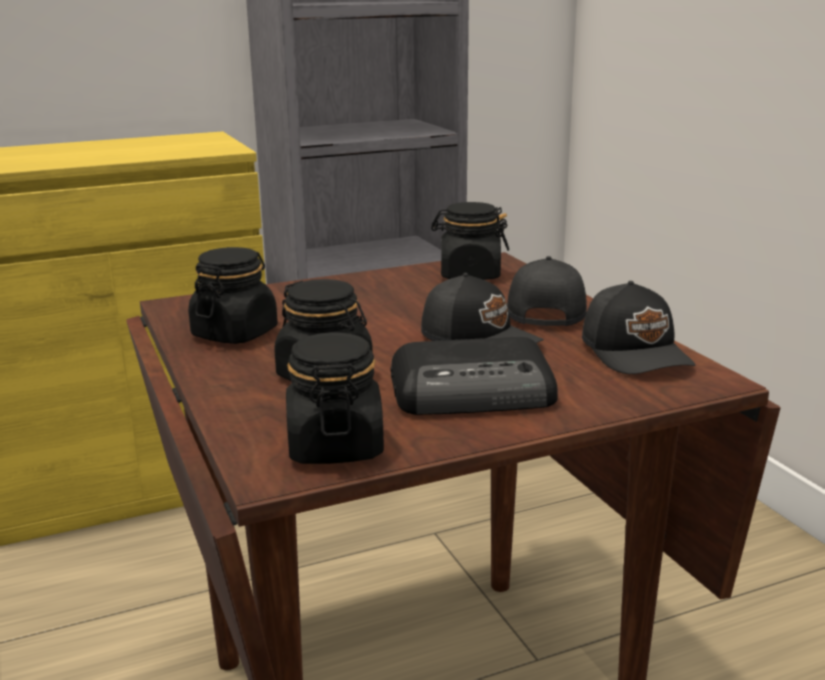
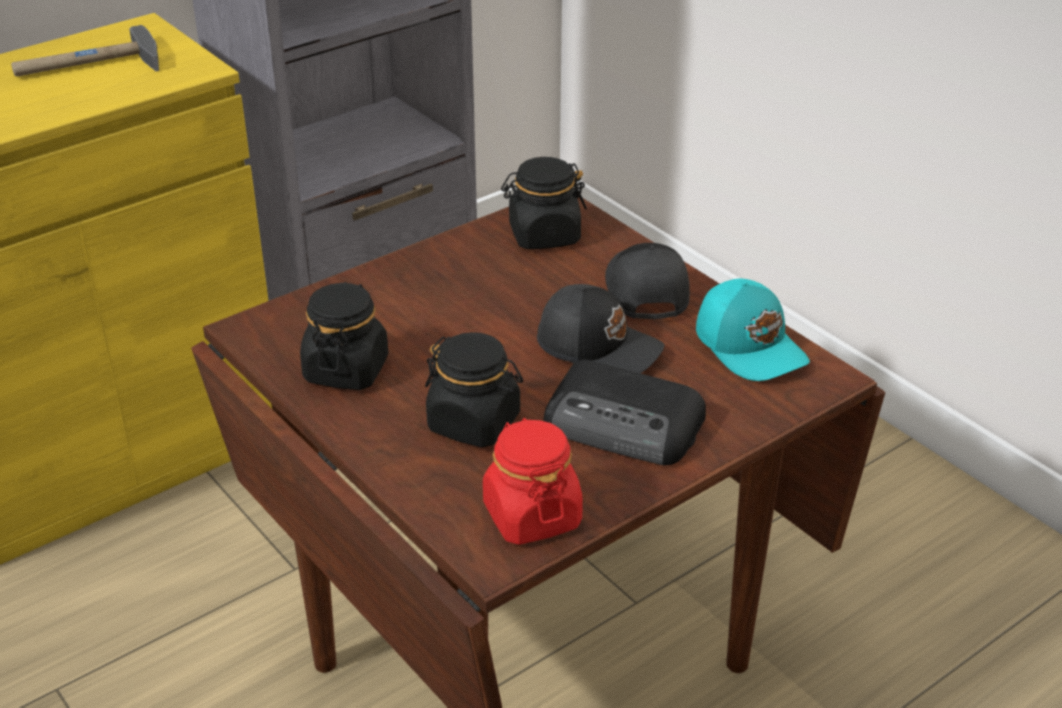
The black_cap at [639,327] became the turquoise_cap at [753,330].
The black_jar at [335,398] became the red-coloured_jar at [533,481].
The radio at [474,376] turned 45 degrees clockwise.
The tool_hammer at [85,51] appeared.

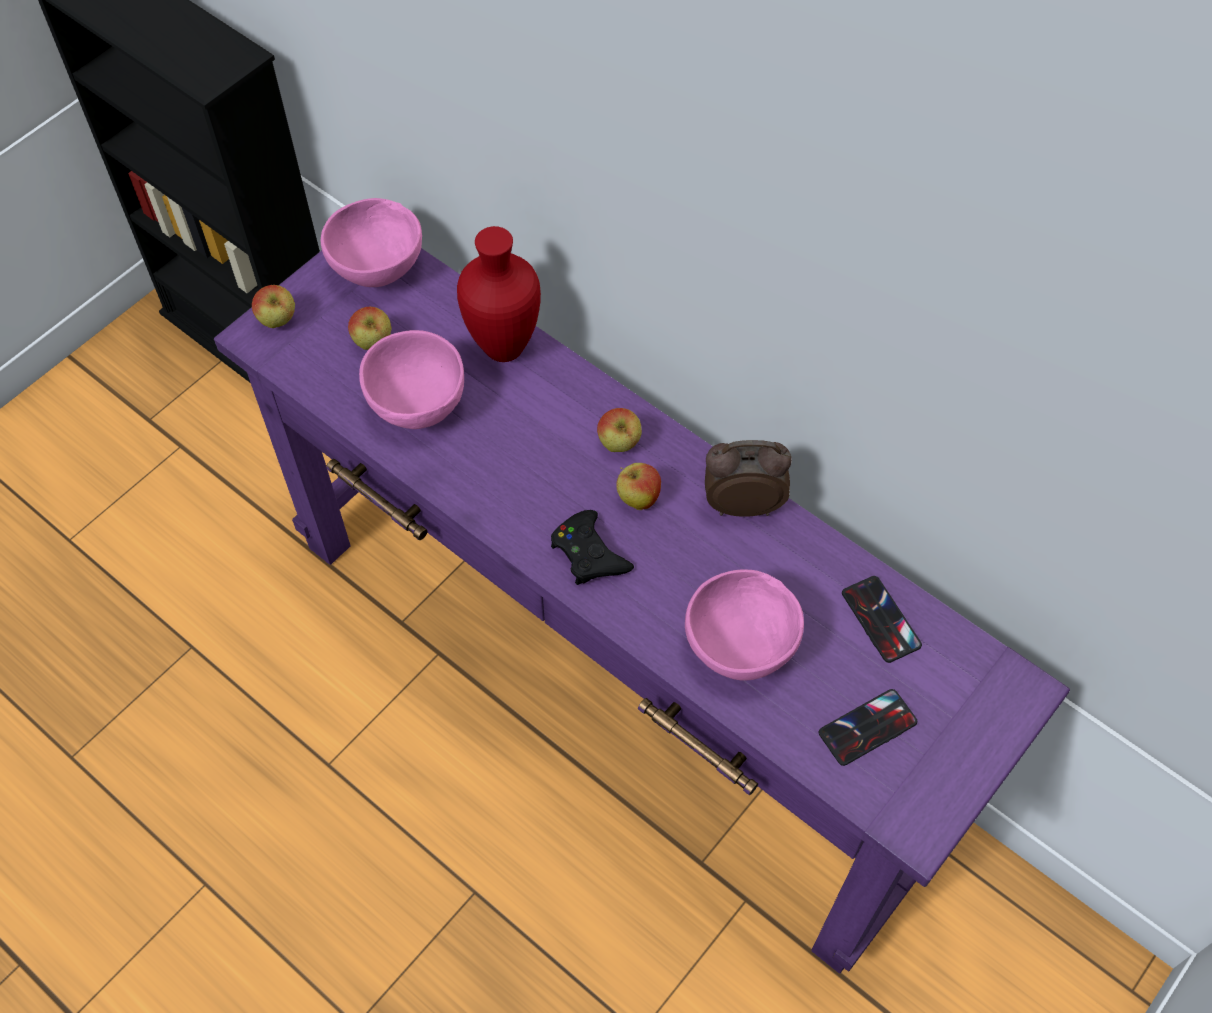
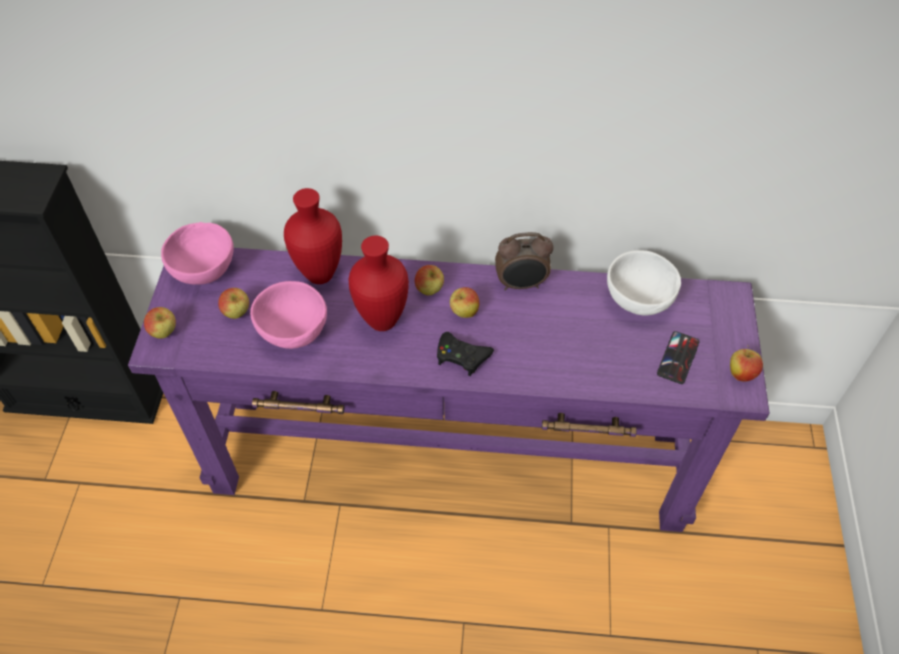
The table_clock at [748,478] turned 150 degrees counterclockwise.
The pink-coloured_serving_bowl at [744,624] disappeared.
The telephone at [882,619] was replaced by the white-coloured_serving_bowl at [644,283].
The red-coloured_flower_vase at [379,283] appeared.
The apple at [746,363] appeared.

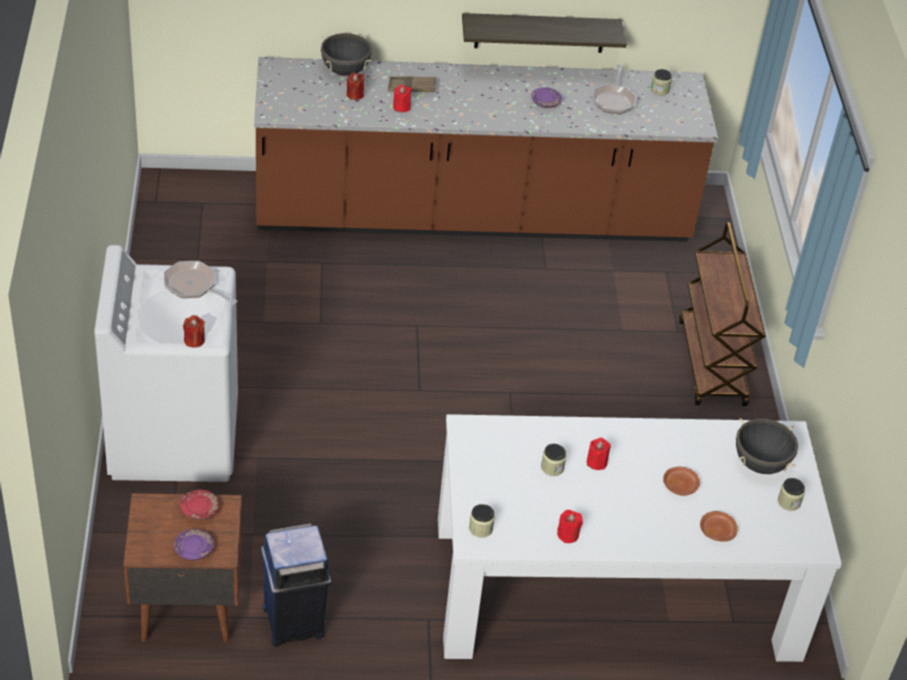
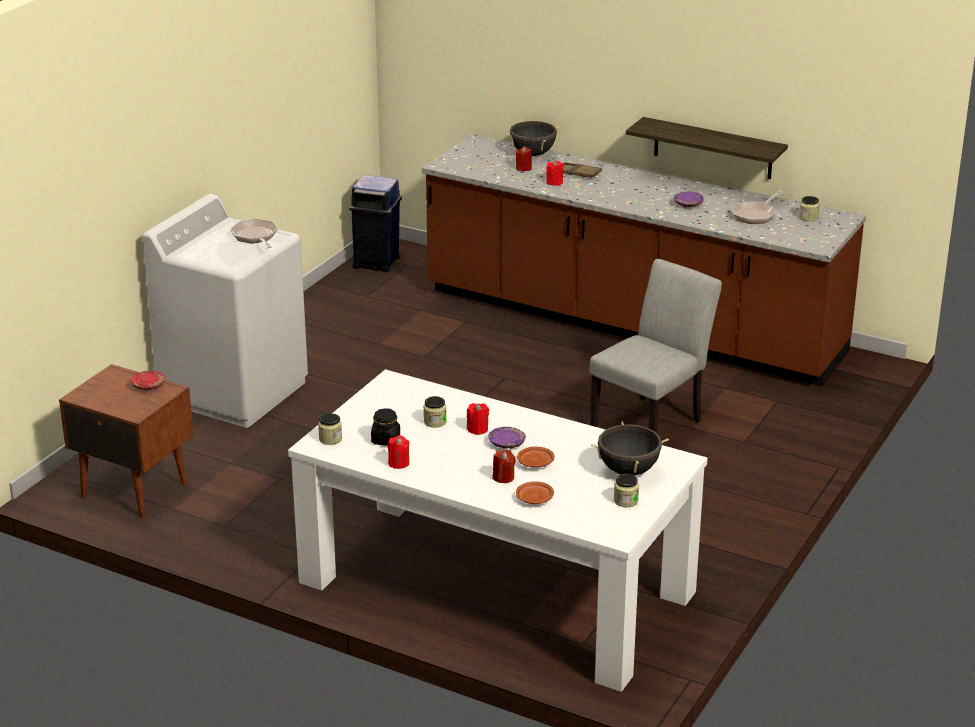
The brown-coloured_wheeled_cart at [722,314] disappeared.
The red-coloured_candle moved from [194,331] to [504,466].
The blue_waste_bin moved from [296,585] to [375,223].
The purple_plate moved from [193,545] to [507,437].
The greyish_chair at [655,346] appeared.
The black_jar at [385,427] appeared.

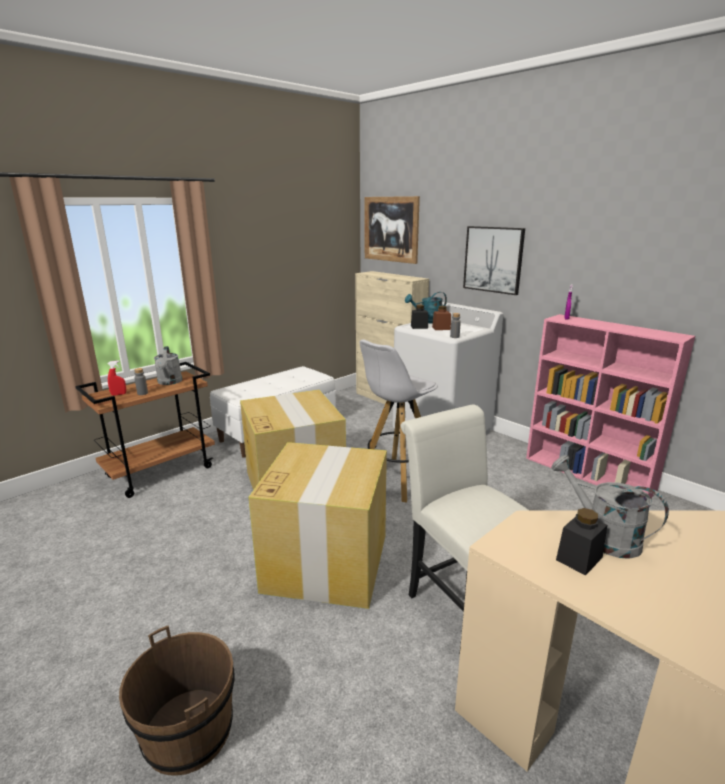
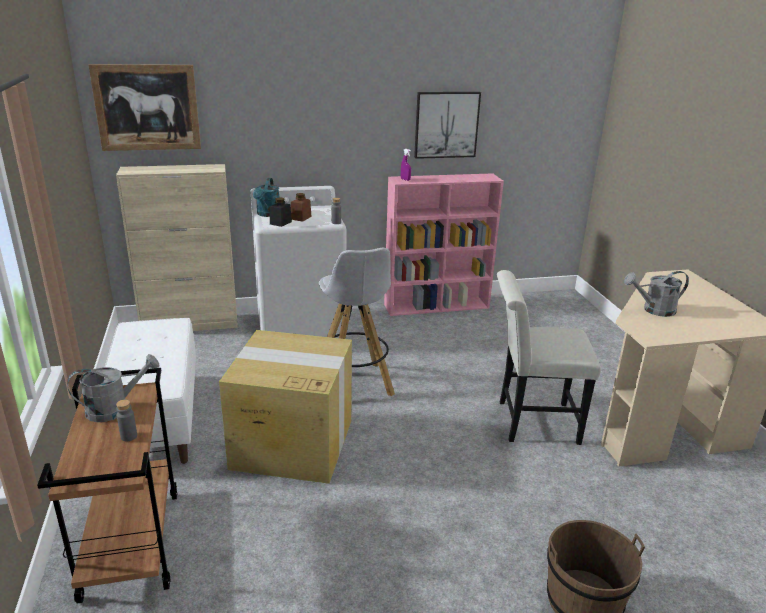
The picture moved from [494,260] to [447,125].
The greyish_watering_pot at [168,365] turned 45 degrees counterclockwise.
The red-coloured_spray_bottle at [116,378] disappeared.
The packing_box at [317,525] disappeared.
The black_jar at [581,542] disappeared.

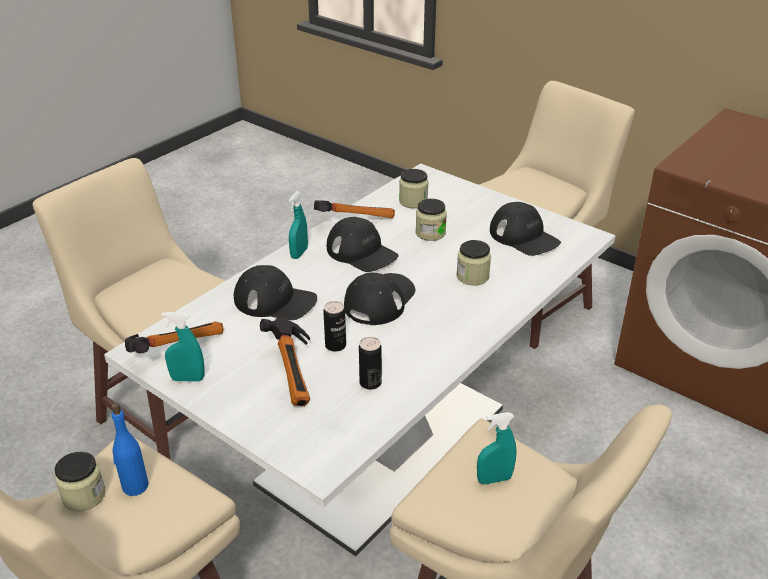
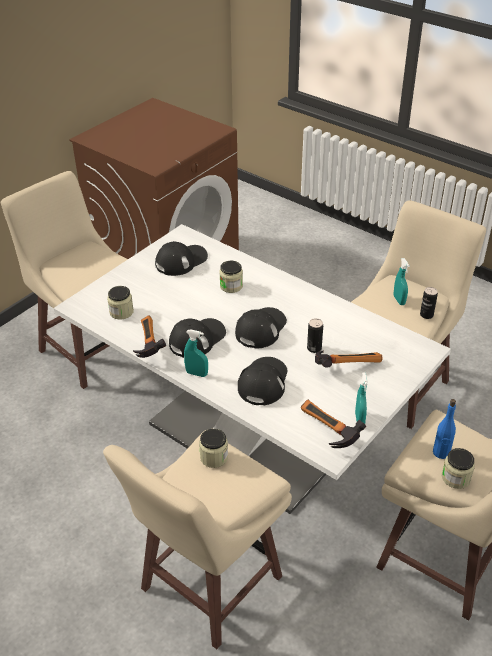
The jar moved from [431,220] to [213,448].
The black_cap at [379,299] turned 90 degrees clockwise.
The metal_can moved from [370,363] to [429,303].

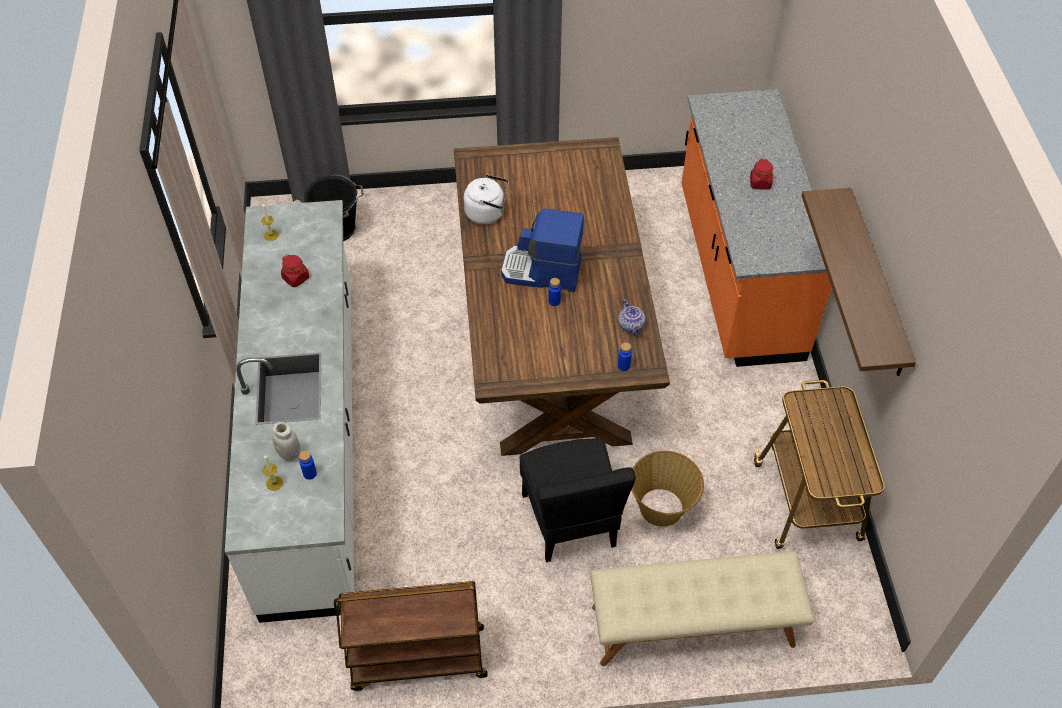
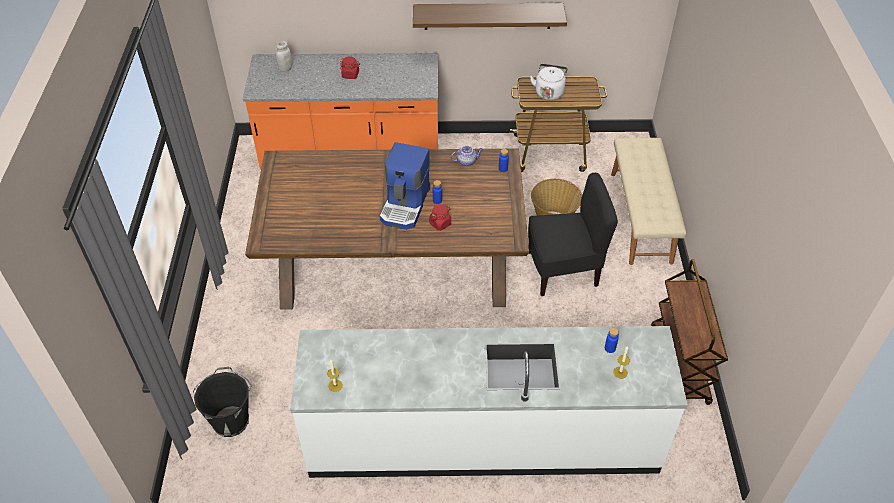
The white-coloured_kettle moved from [486,199] to [549,82].
The red-coloured_jar moved from [295,270] to [440,217].
The white-coloured_jar moved from [286,441] to [284,56].

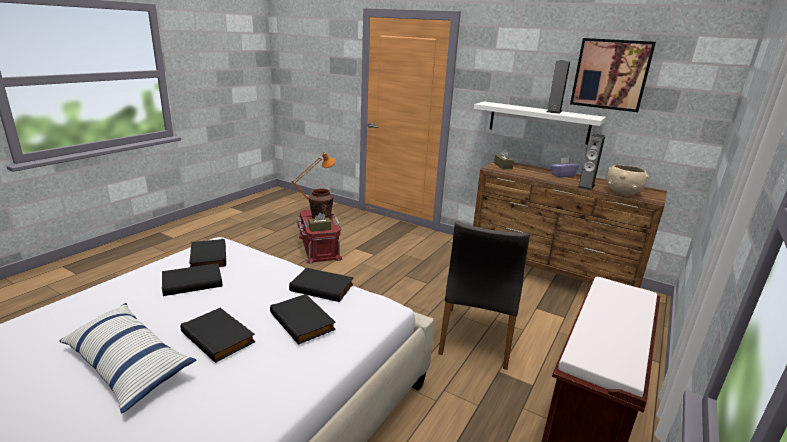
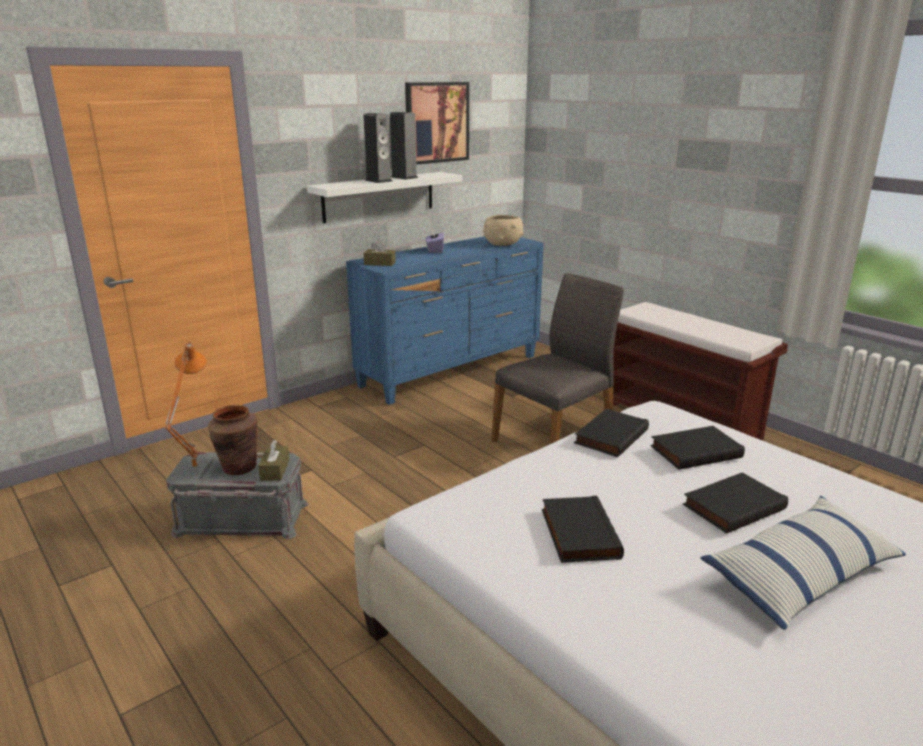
The audio_speaker moved from [591,162] to [378,148].
The brown-coloured_dresser at [570,225] became the blue_dresser at [445,321].
The red-coloured_storage_bin at [319,237] became the greyish_storage_bin at [237,496].
The greyish_chair at [484,296] turned 75 degrees counterclockwise.
The black_book at [207,253] disappeared.

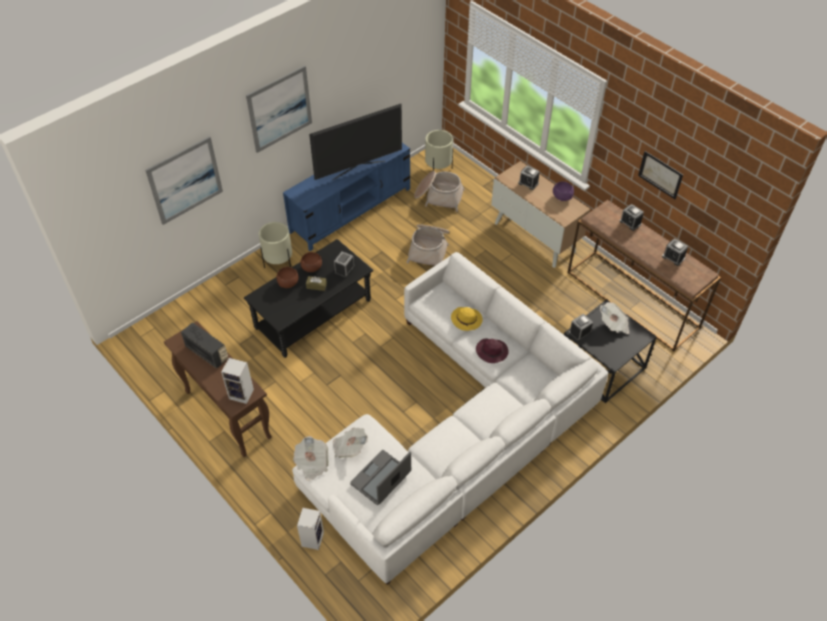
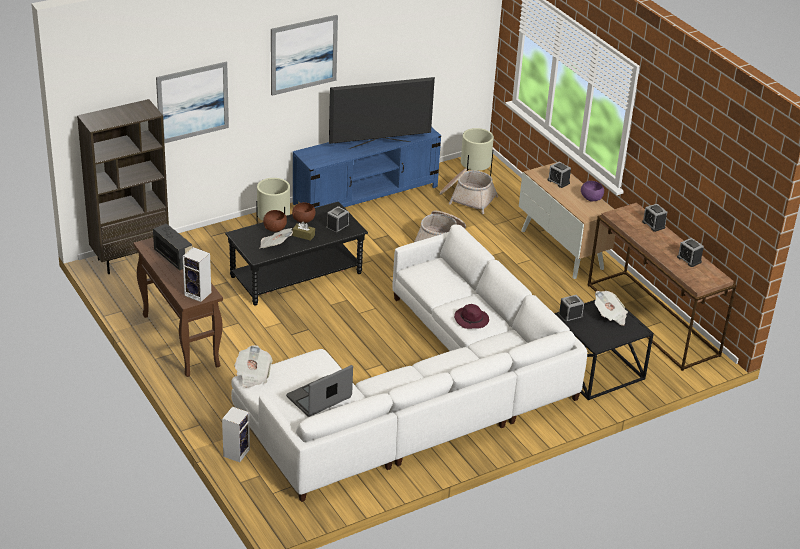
The picture at [660,175] disappeared.
The yellow-coloured_wearable_hat at [467,319] disappeared.
The newspaper moved from [350,443] to [276,238].
The brown-coloured_bookcase at [123,186] appeared.

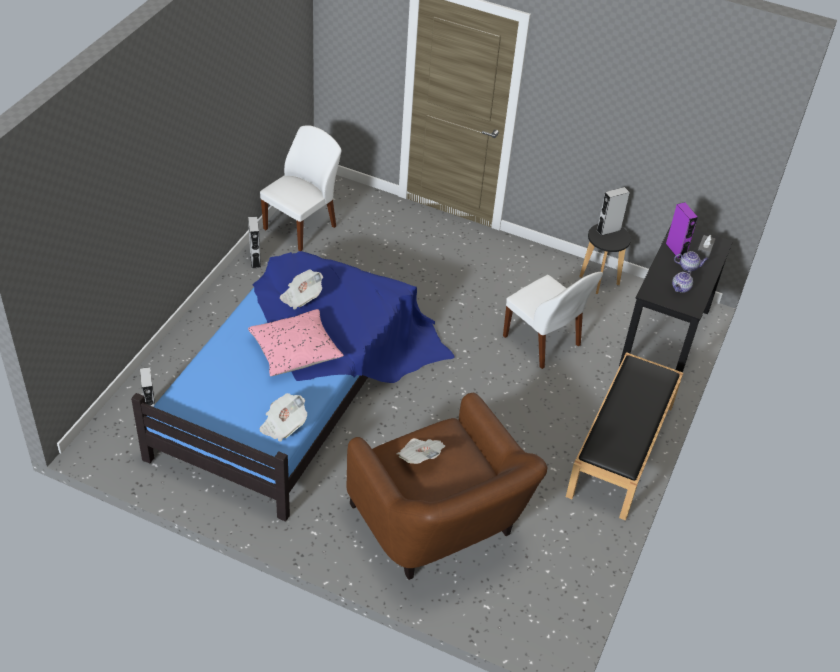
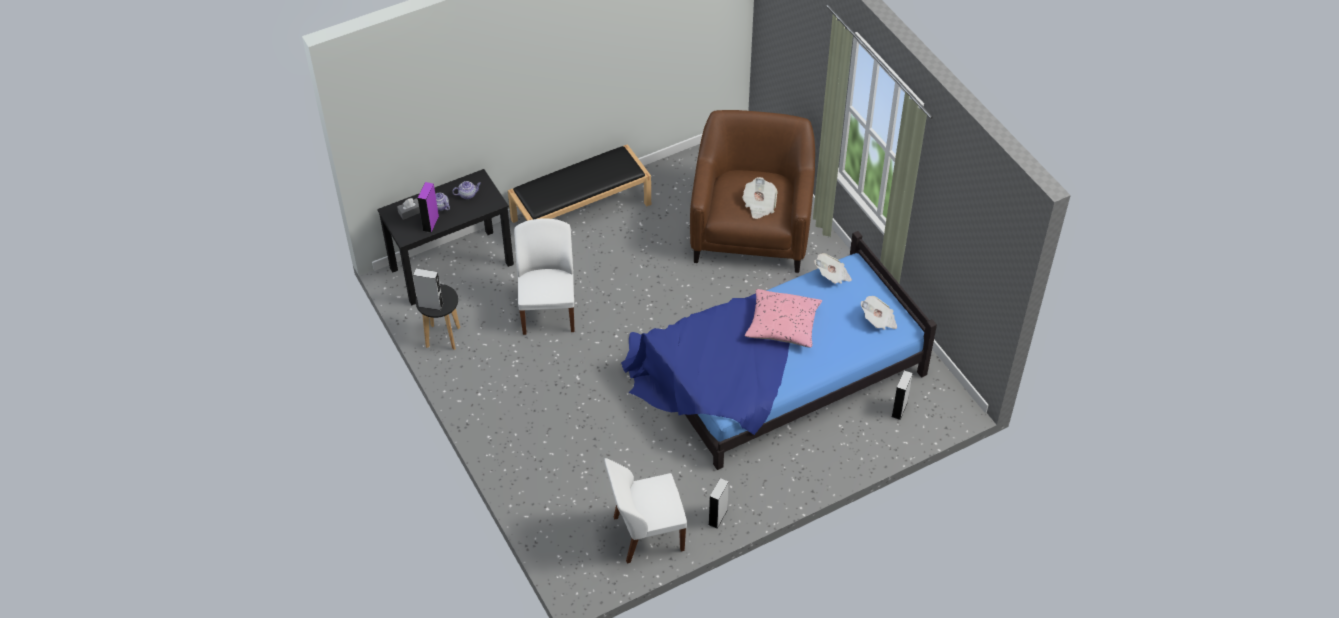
The newspaper moved from [301,289] to [879,313].

